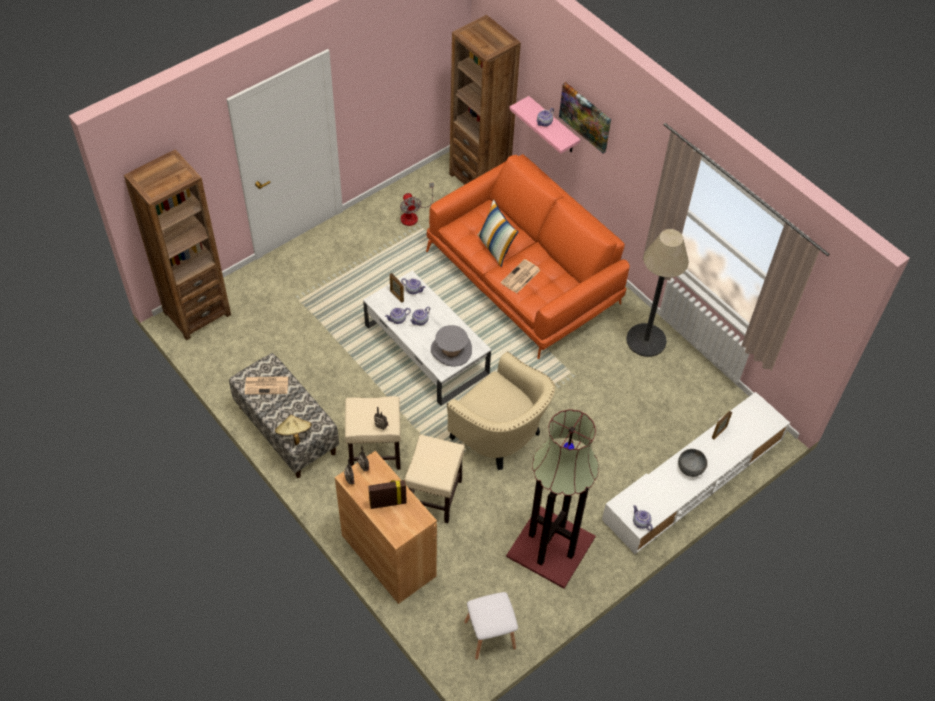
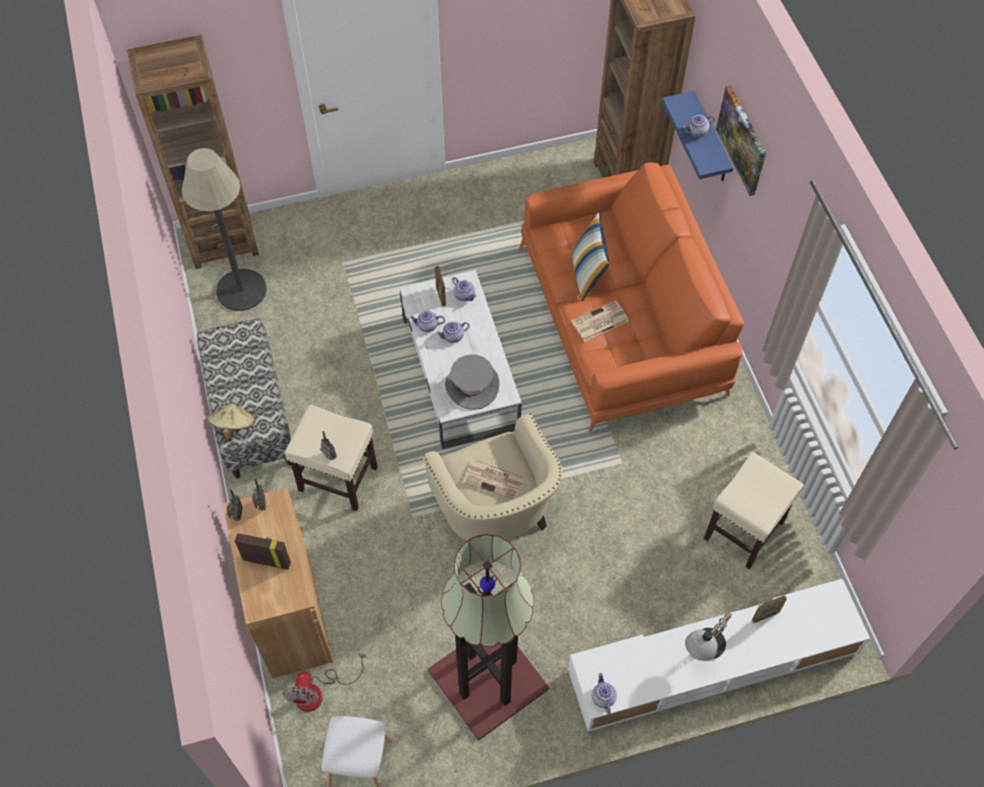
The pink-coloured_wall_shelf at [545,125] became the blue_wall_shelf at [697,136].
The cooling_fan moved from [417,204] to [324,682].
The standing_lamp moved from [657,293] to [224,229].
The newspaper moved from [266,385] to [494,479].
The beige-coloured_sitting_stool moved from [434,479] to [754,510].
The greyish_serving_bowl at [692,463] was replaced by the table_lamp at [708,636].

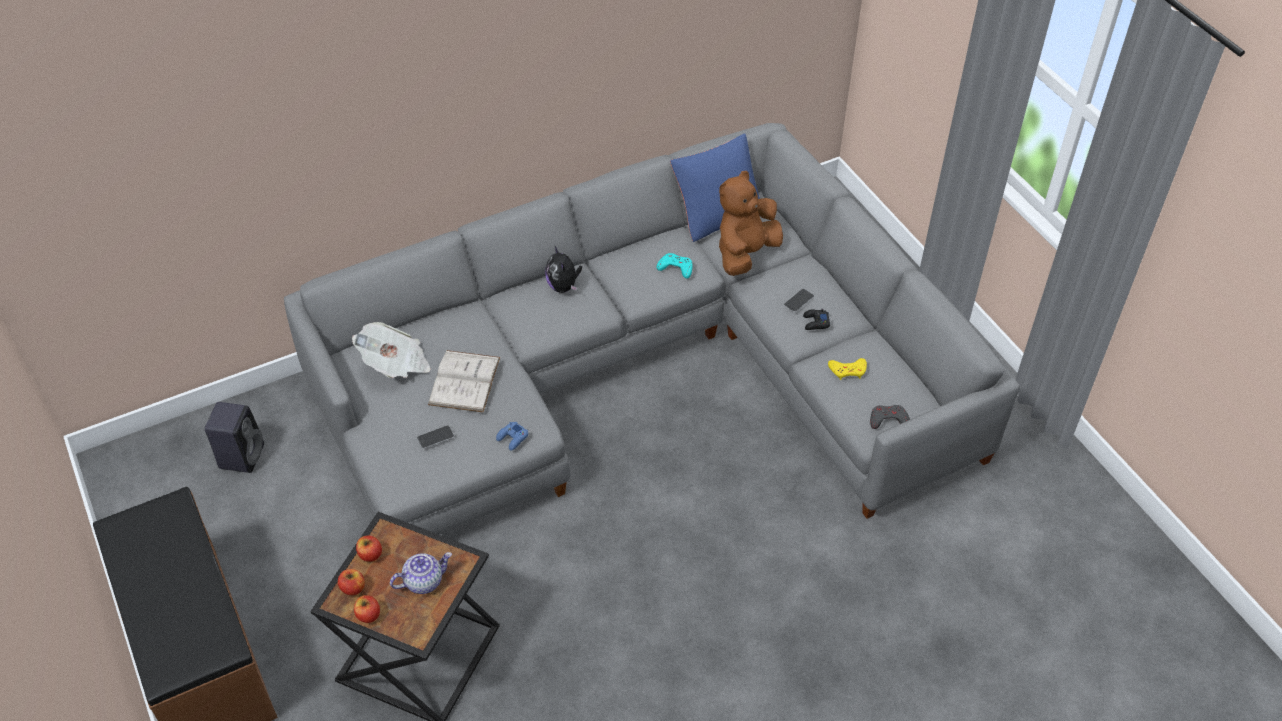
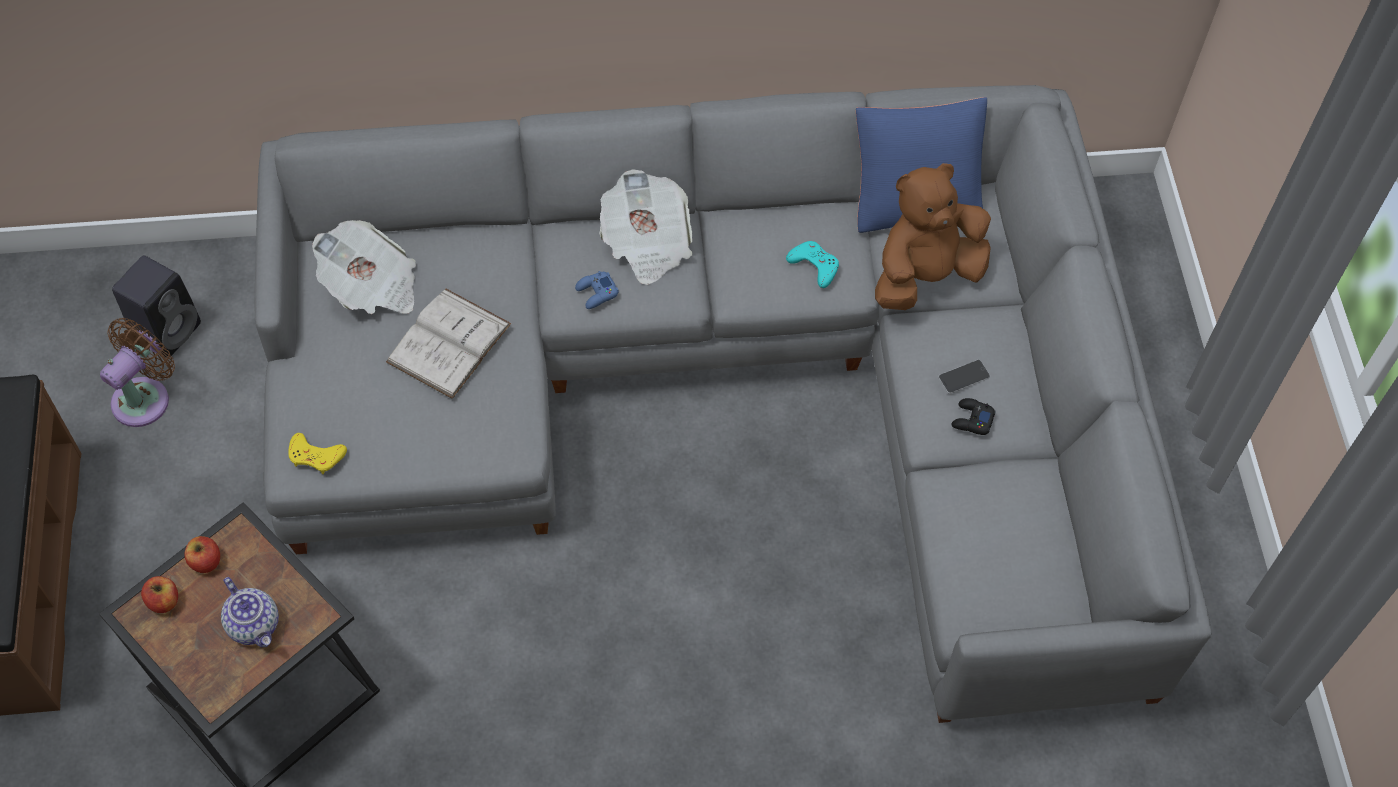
The soft_toy at [563,269] was replaced by the newspaper at [646,227].
The yellow-coloured_gamepad moved from [847,369] to [317,453].
The greyish_gamepad at [890,417] disappeared.
The blue_gamepad moved from [512,436] to [597,290].
The telephone at [435,437] disappeared.
The tea_pot at [421,573] turned 60 degrees clockwise.
The apple at [367,609] disappeared.
The brown-coloured_cooling_fan at [137,372] appeared.

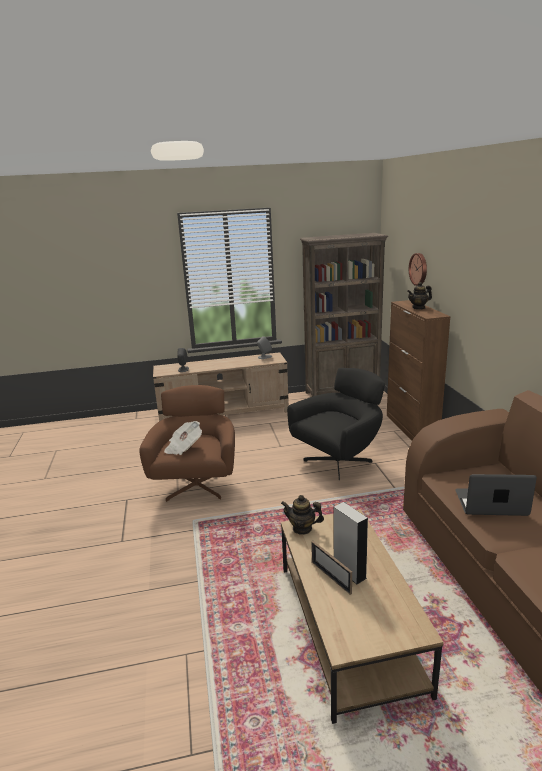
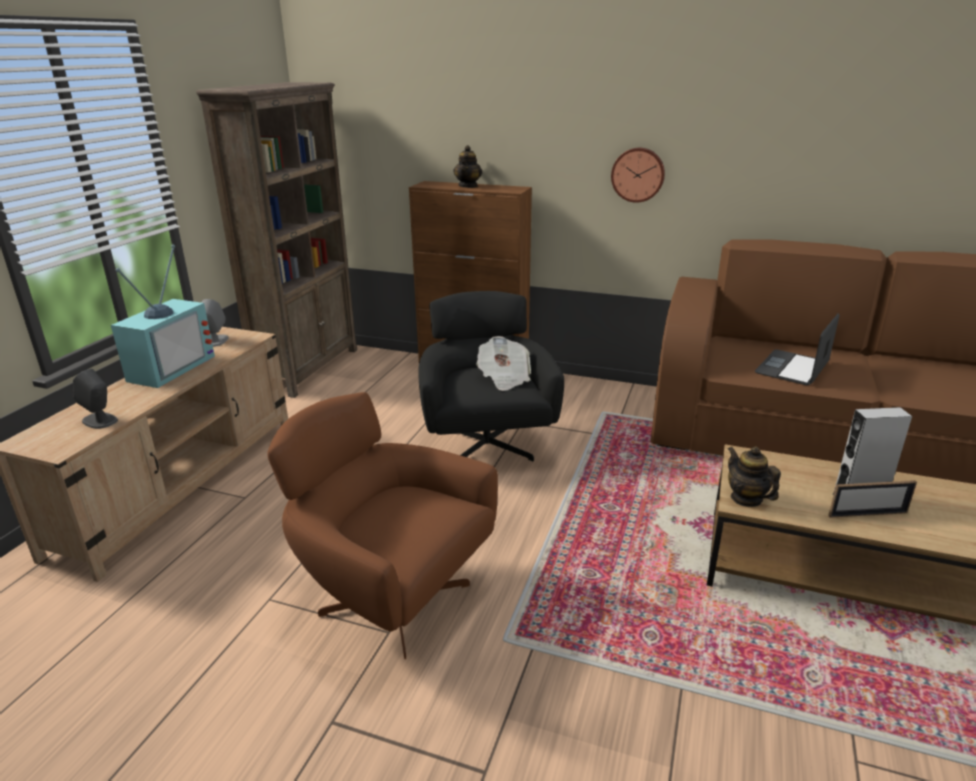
The wall_clock moved from [418,269] to [638,175].
The newspaper moved from [183,438] to [503,363].
The tea_pot at [302,515] turned 105 degrees clockwise.
The TV at [163,316] appeared.

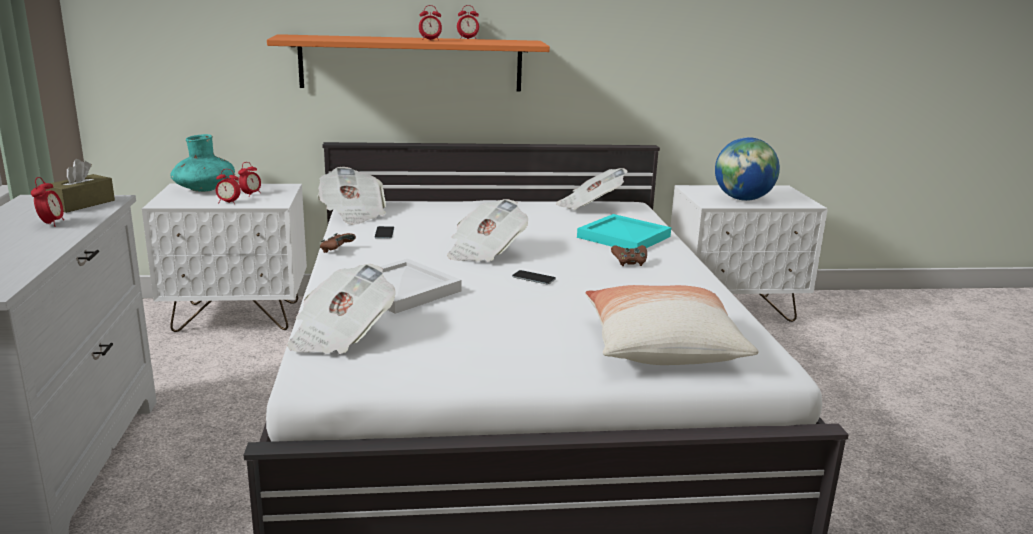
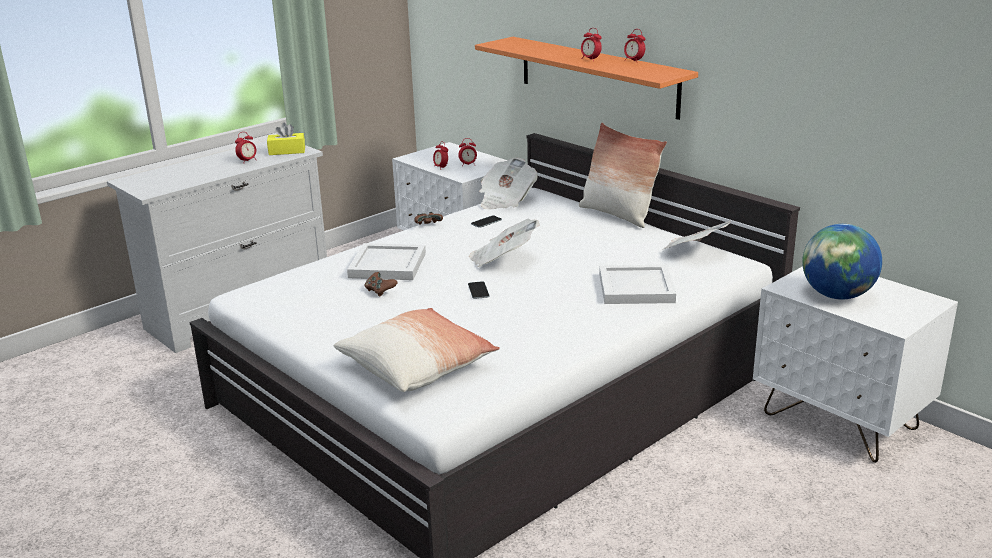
The turquoise_flower_vase at [202,163] disappeared.
The brown-coloured_tissue_box at [80,186] became the yellow-coloured_tissue_box at [286,138].
The turquoise_tray at [624,231] became the white-coloured_tray at [637,284].
The brown-coloured_gamepad moved from [629,255] to [381,284].
The newspaper at [341,309] disappeared.
The pillow at [623,175] appeared.

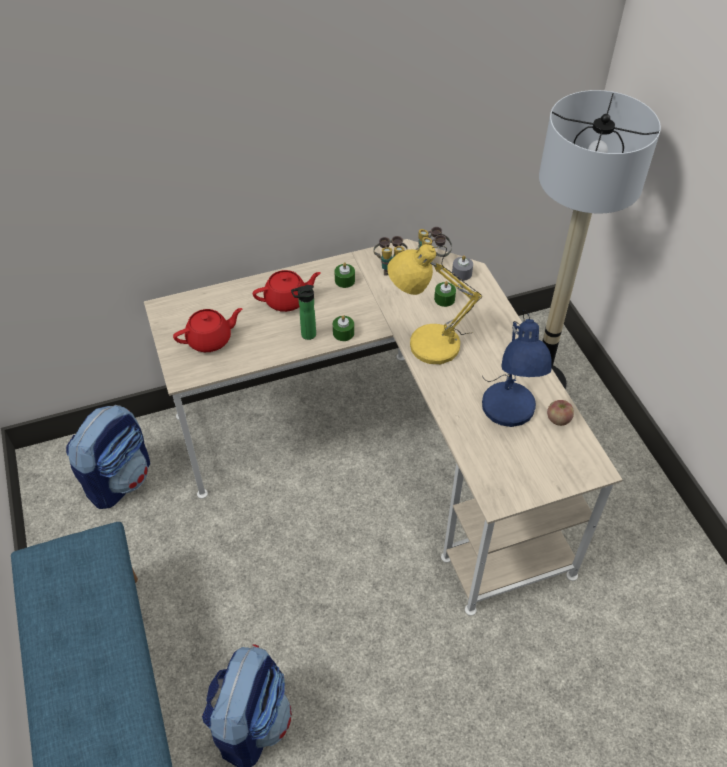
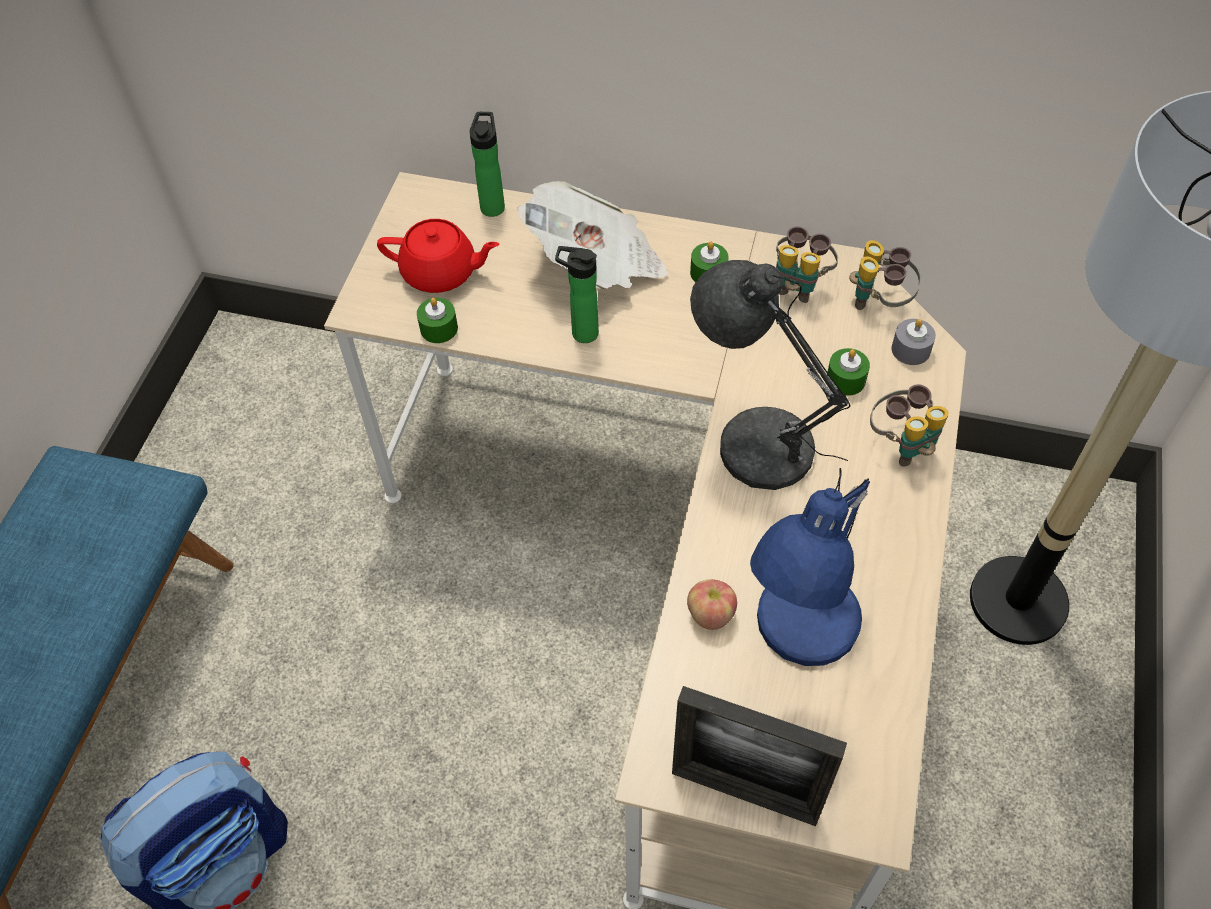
The yellow-coloured_table_lamp at [434,304] became the greyish_table_lamp at [770,375].
The red-coloured_tea_pot at [287,291] was replaced by the newspaper at [593,235].
The green-coloured_candle moved from [343,328] to [437,320].
The apple moved from [560,413] to [712,604].
The rucksack at [108,457] disappeared.
The beverage_bottle at [487,164] appeared.
The field_glasses at [909,425] appeared.
The standing_frame at [759,756] appeared.

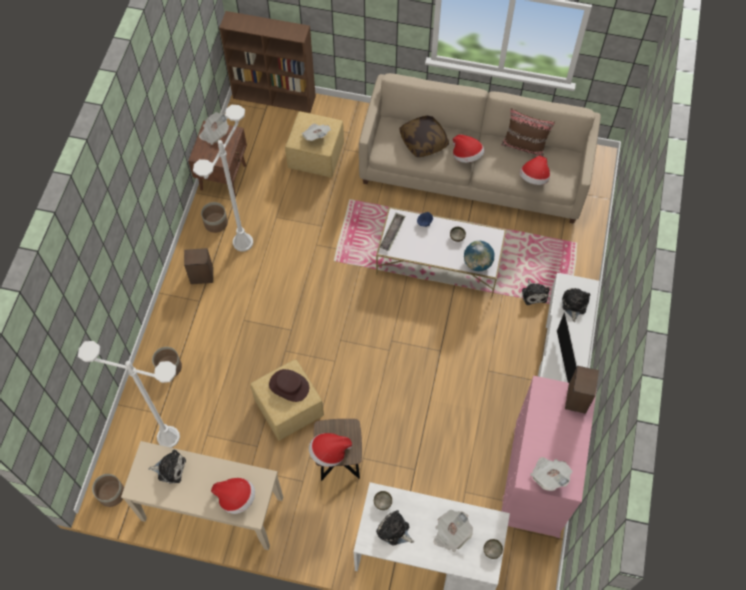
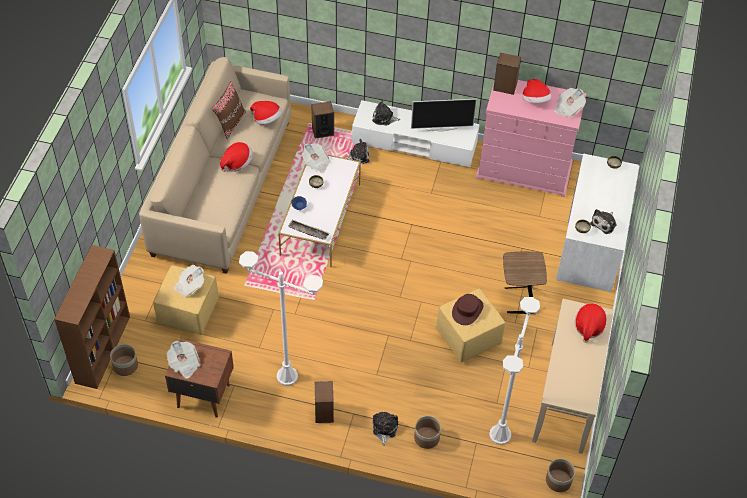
The pillow at [424,136] disappeared.
The plant_pot moved from [214,217] to [124,360].
The globe at [479,256] disappeared.
The wearable_hat moved from [330,450] to [536,91].
The soft_toy moved from [167,466] to [385,429].
The newspaper moved from [453,531] to [316,158].
The audio_speaker at [322,120] appeared.

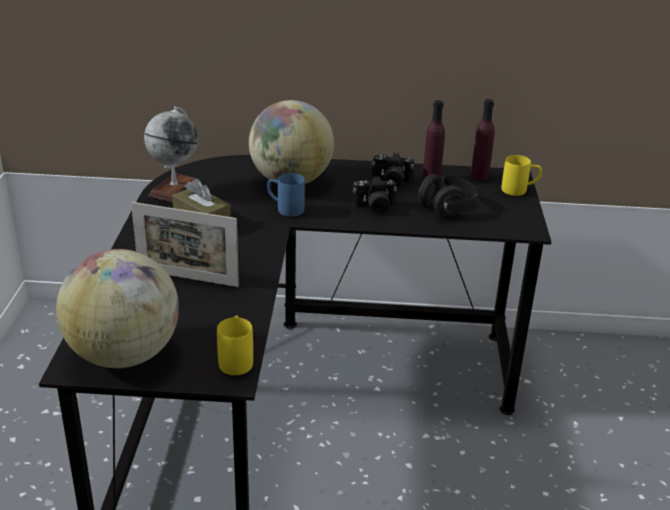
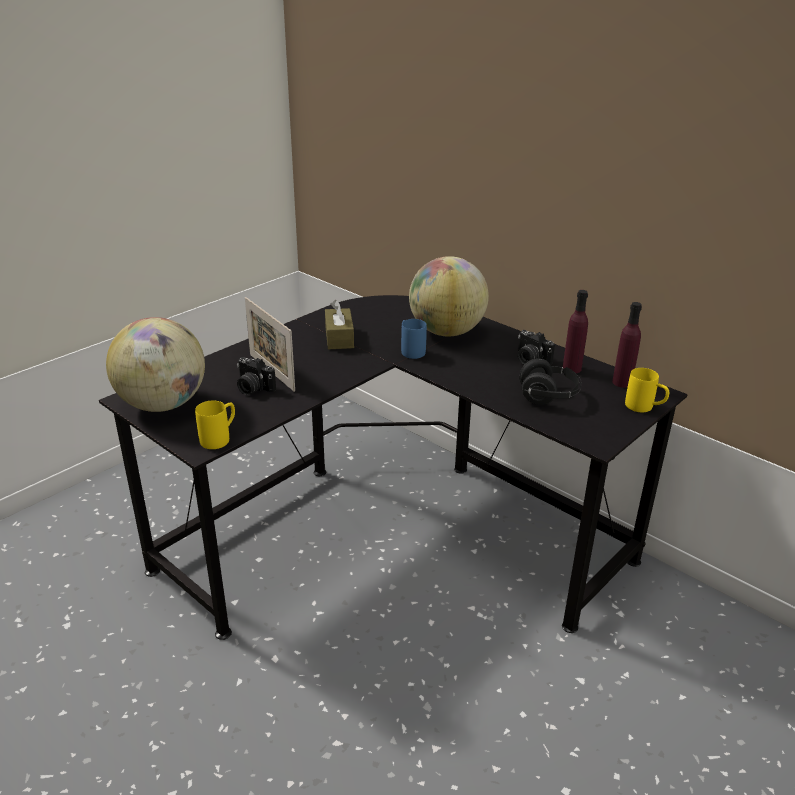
The globe at [171,154] disappeared.
The still_camera moved from [374,195] to [256,376].

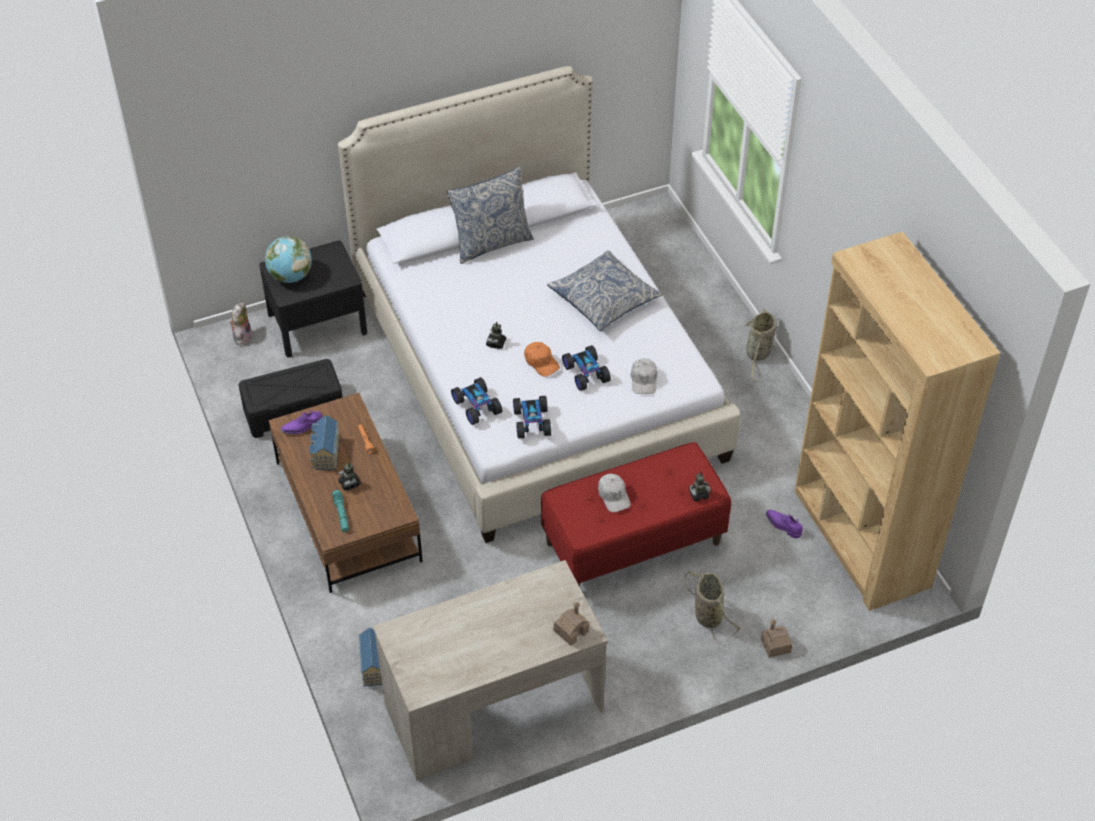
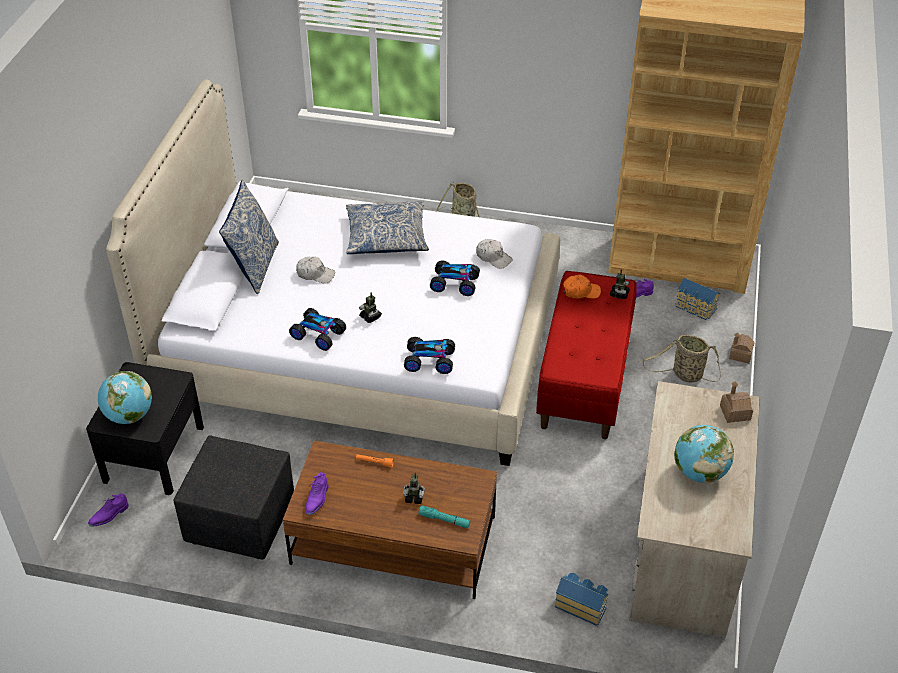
The soft_toy at [241,324] was replaced by the purple_shoe at [108,510].
The orange-coloured_cap moved from [542,359] to [582,287].
The black_storage_bin at [291,398] was replaced by the black_footrest at [234,497].
The model_car moved from [532,417] to [317,329].
The model_house moved from [324,442] to [698,299].
The white-coloured_cap moved from [614,493] to [315,270].
The globe at [704,454] appeared.

